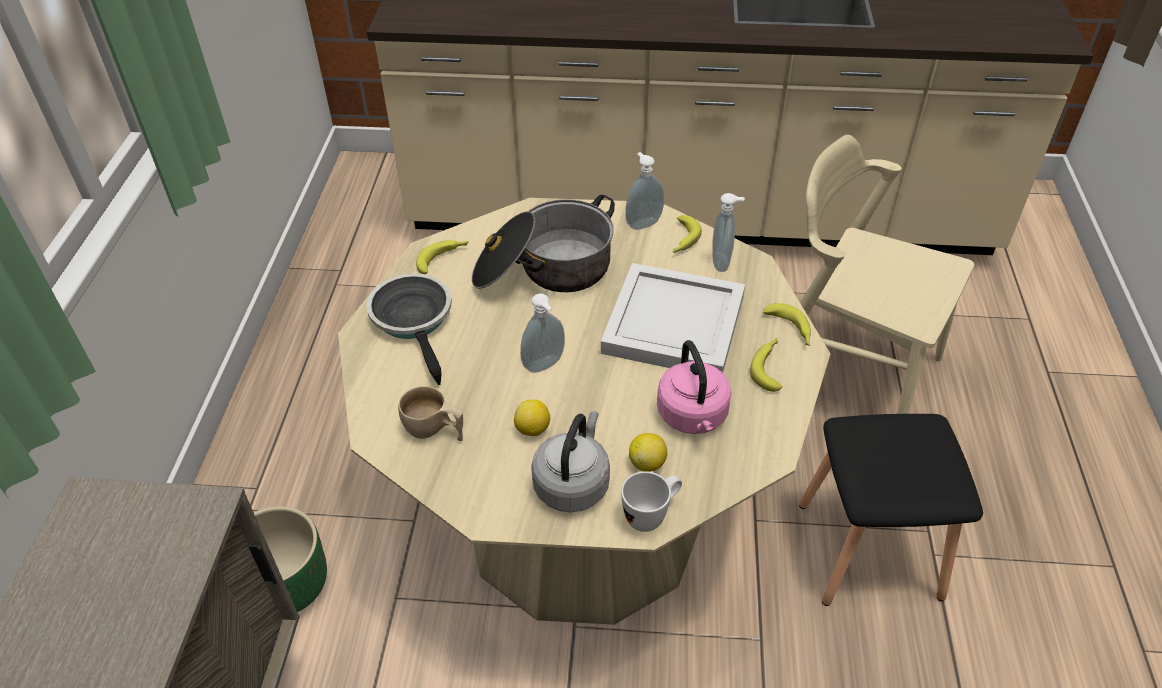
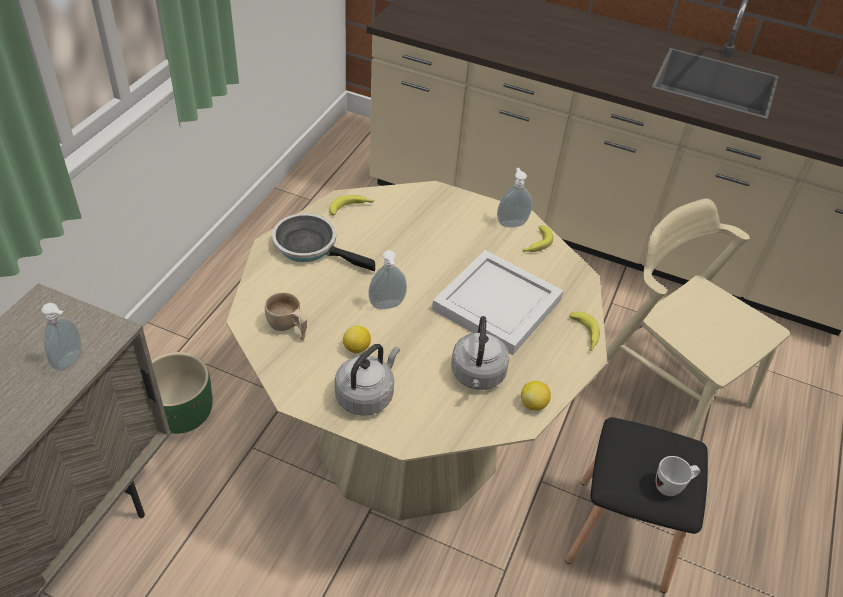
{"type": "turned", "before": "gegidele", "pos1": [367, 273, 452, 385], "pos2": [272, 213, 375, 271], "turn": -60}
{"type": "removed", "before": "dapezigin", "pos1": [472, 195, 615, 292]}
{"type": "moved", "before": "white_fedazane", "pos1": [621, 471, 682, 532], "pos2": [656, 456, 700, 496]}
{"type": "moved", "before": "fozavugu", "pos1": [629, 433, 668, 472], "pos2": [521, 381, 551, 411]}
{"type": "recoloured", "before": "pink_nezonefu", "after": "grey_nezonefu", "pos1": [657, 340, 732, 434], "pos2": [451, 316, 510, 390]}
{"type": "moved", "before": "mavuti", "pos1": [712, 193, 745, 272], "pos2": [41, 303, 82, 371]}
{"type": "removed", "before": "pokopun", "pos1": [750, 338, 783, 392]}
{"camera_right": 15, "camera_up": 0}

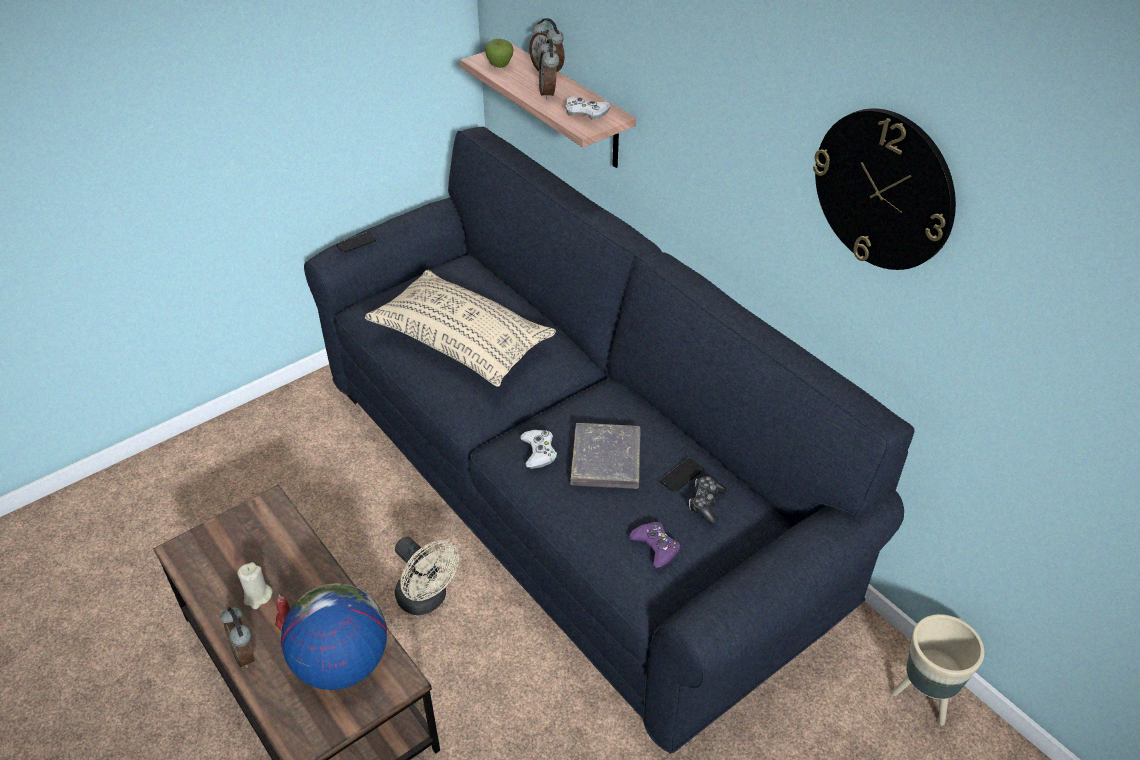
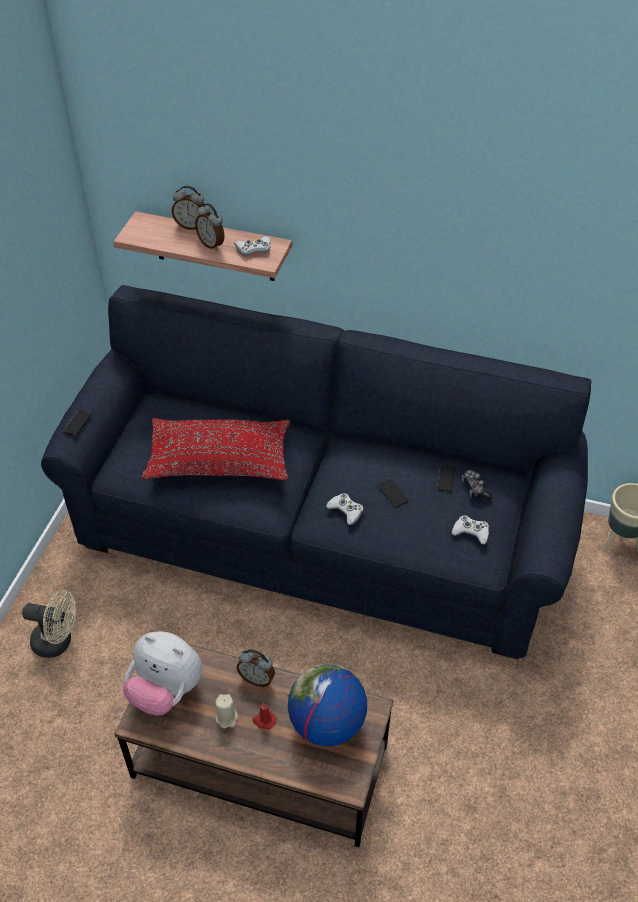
{"type": "moved", "before": "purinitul", "pos1": [221, 607, 254, 668], "pos2": [236, 649, 275, 687]}
{"type": "recoloured", "before": "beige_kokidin", "after": "red_kokidin", "pos1": [365, 270, 556, 387], "pos2": [142, 418, 290, 480]}
{"type": "moved", "before": "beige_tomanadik", "pos1": [395, 537, 459, 615], "pos2": [22, 590, 76, 658]}
{"type": "removed", "before": "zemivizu", "pos1": [485, 39, 513, 68]}
{"type": "replaced", "before": "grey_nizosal", "after": "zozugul", "pos1": [571, 423, 641, 489], "pos2": [378, 479, 409, 507]}
{"type": "recoloured", "before": "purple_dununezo", "after": "white_dununezo", "pos1": [629, 522, 680, 568], "pos2": [452, 515, 489, 544]}
{"type": "removed", "before": "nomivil", "pos1": [813, 108, 956, 270]}
{"type": "added", "after": "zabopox", "pos2": [123, 631, 202, 716]}
{"camera_right": -35, "camera_up": 5}

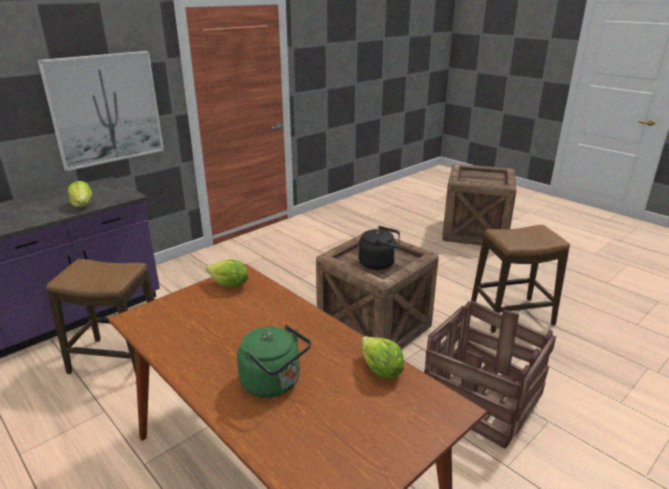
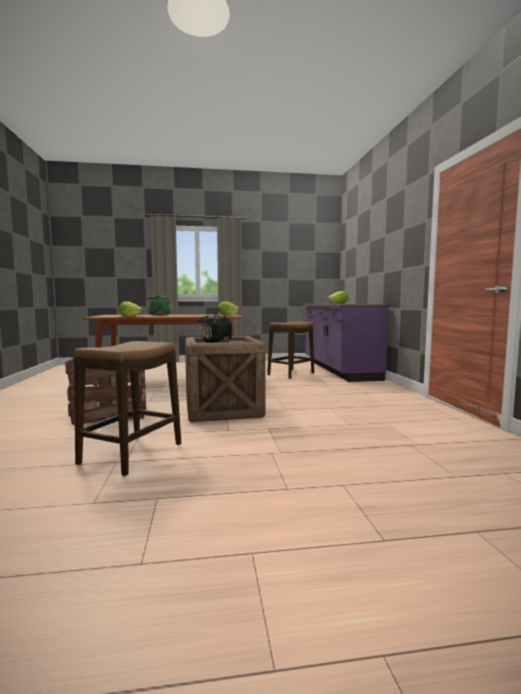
{"type": "removed", "before": "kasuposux", "pos1": [38, 51, 164, 171]}
{"type": "removed", "before": "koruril", "pos1": [442, 164, 517, 245]}
{"camera_right": 125, "camera_up": -20}

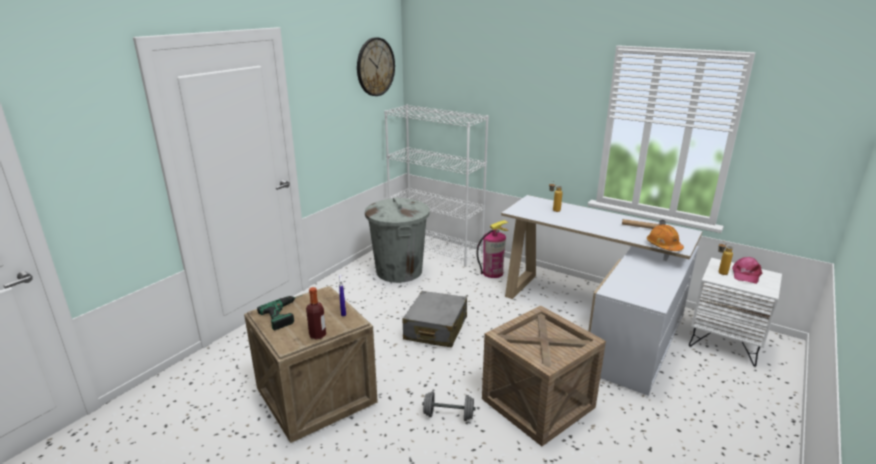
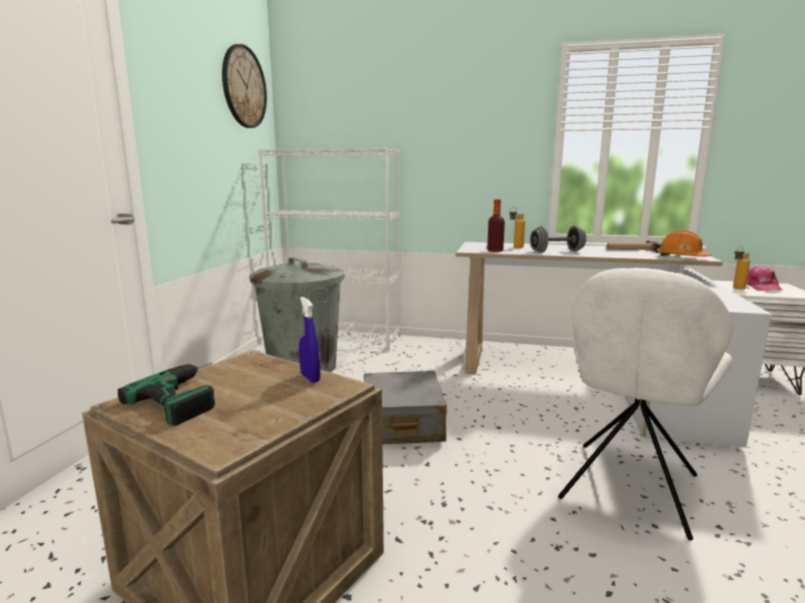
{"type": "moved", "before": "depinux", "pos1": [306, 287, 326, 339], "pos2": [487, 199, 505, 252]}
{"type": "moved", "before": "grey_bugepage", "pos1": [422, 391, 476, 421], "pos2": [530, 226, 586, 253]}
{"type": "removed", "before": "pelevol", "pos1": [477, 220, 509, 278]}
{"type": "replaced", "before": "koruril", "after": "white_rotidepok", "pos1": [482, 306, 606, 446], "pos2": [558, 268, 733, 540]}
{"camera_right": -20, "camera_up": -10}

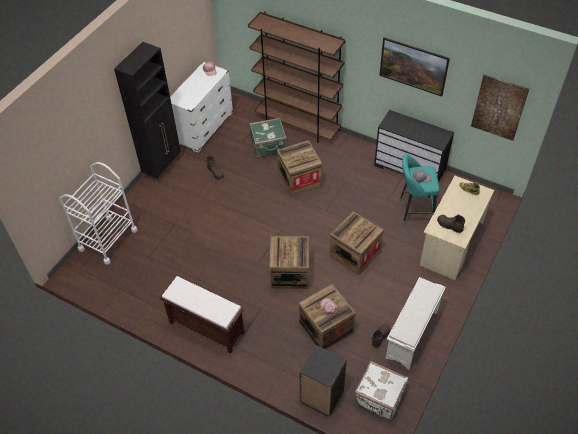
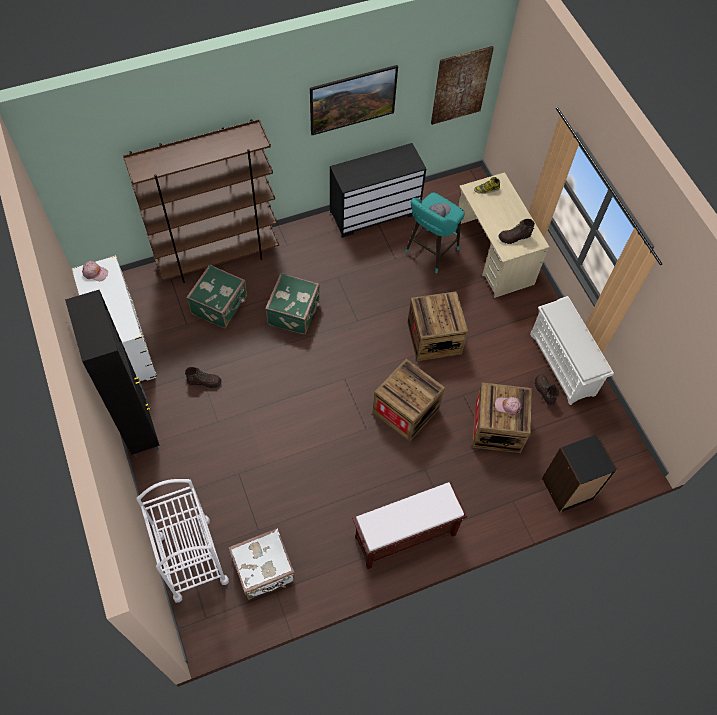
{"type": "replaced", "before": "koruril", "after": "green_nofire", "pos1": [277, 140, 322, 196], "pos2": [265, 273, 320, 334]}
{"type": "moved", "before": "white_nofire", "pos1": [354, 361, 408, 421], "pos2": [229, 528, 295, 600]}
{"camera_right": -55, "camera_up": 10}

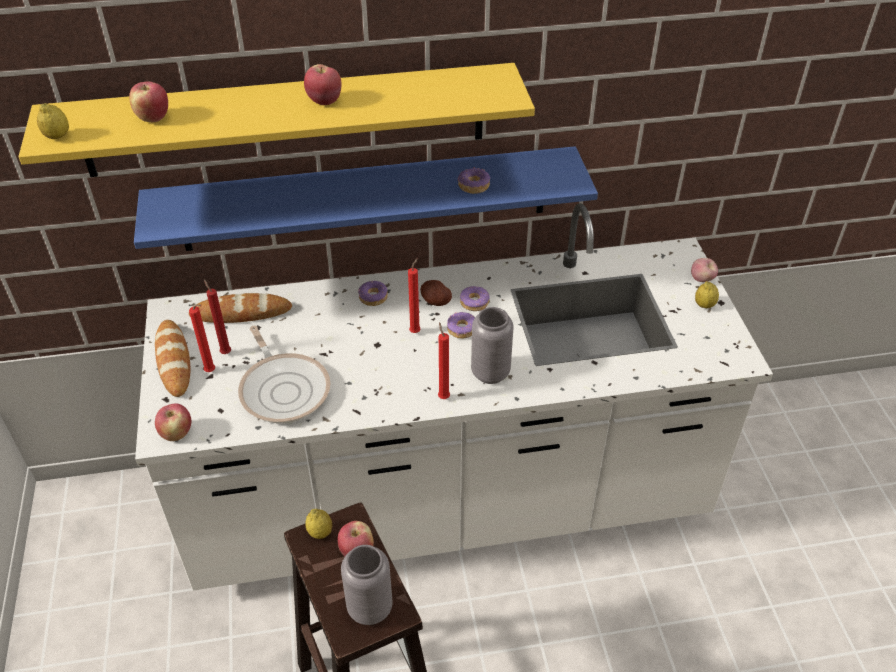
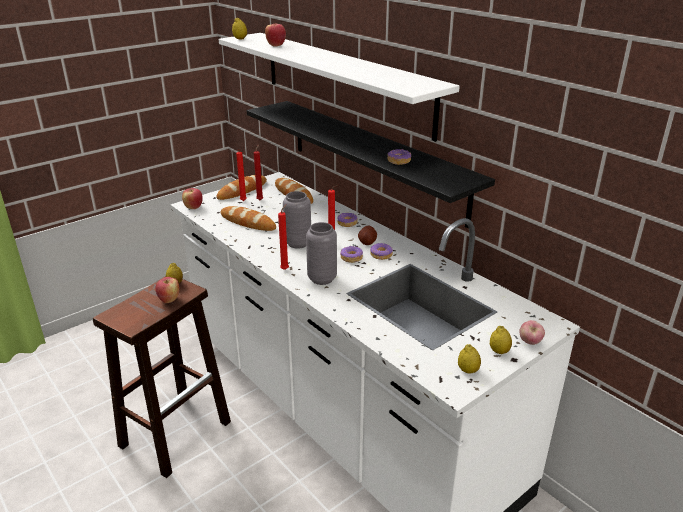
{"type": "recoloured", "before": "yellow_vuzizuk", "after": "white_vuzizuk", "pos1": [19, 63, 535, 177], "pos2": [219, 33, 460, 142]}
{"type": "recoloured", "before": "blue_vuzizuk", "after": "black_vuzizuk", "pos1": [134, 146, 598, 251], "pos2": [247, 101, 495, 229]}
{"type": "replaced", "before": "gegidele", "after": "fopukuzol", "pos1": [238, 326, 331, 423], "pos2": [221, 206, 276, 231]}
{"type": "removed", "before": "zemivizu", "pos1": [304, 64, 342, 105]}
{"type": "moved", "before": "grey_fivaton", "pos1": [341, 545, 393, 625], "pos2": [283, 191, 311, 249]}
{"type": "added", "after": "fozavugu", "pos2": [458, 344, 481, 374]}
{"camera_right": 60, "camera_up": -15}

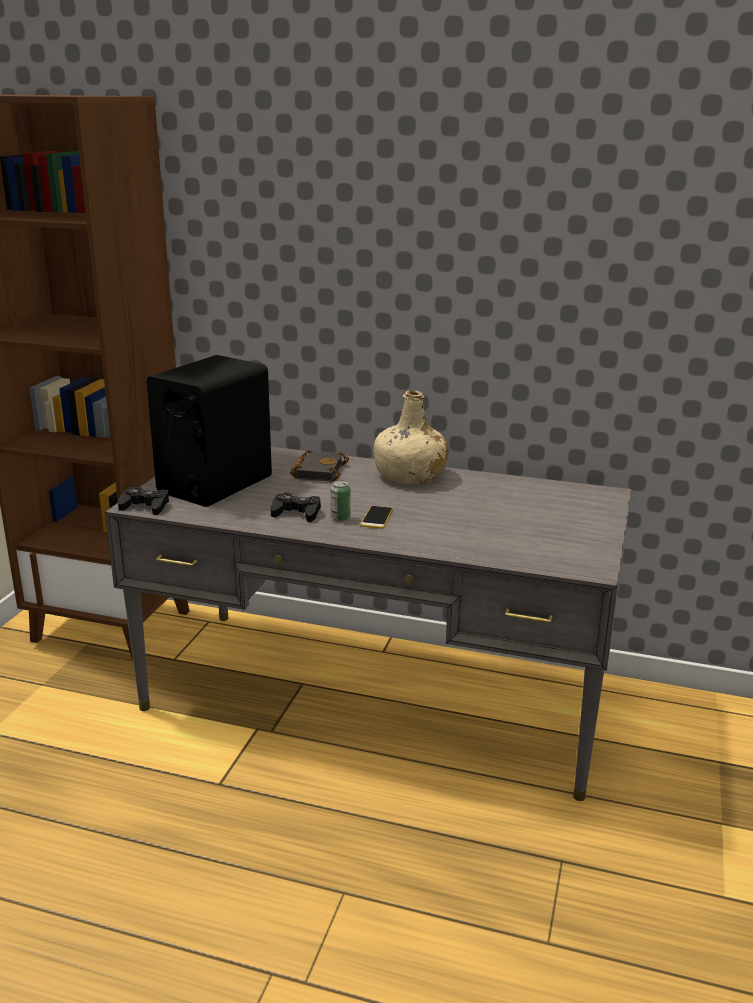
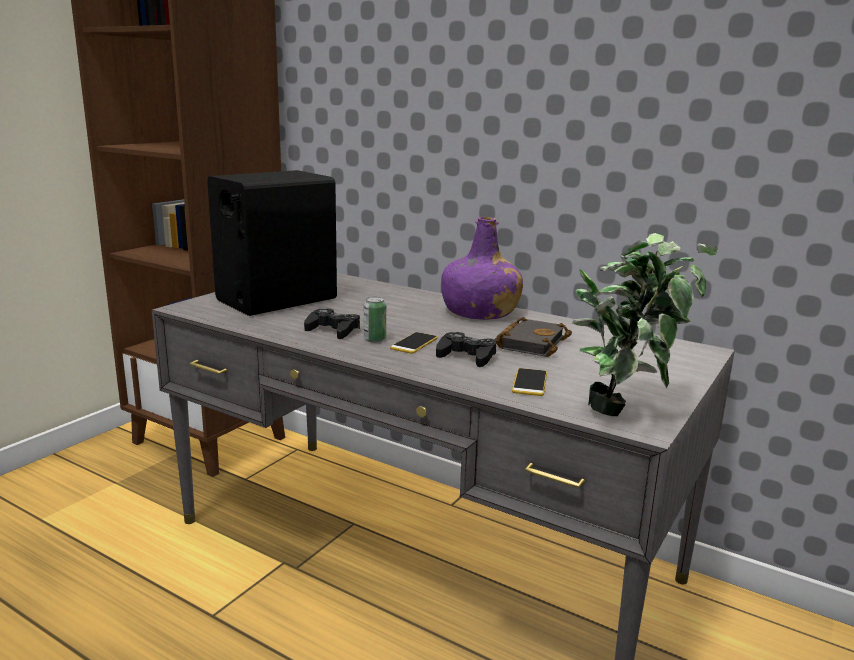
{"type": "moved", "before": "black_dununezo", "pos1": [118, 486, 169, 515], "pos2": [436, 332, 496, 367]}
{"type": "moved", "before": "black_nizosal", "pos1": [290, 450, 349, 481], "pos2": [495, 317, 572, 357]}
{"type": "recoloured", "before": "beige_depinux", "after": "purple_depinux", "pos1": [374, 391, 449, 484], "pos2": [441, 217, 523, 320]}
{"type": "added", "after": "zozugul", "pos2": [512, 368, 547, 396]}
{"type": "added", "after": "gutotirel", "pos2": [572, 233, 718, 416]}
{"camera_right": 15, "camera_up": -5}

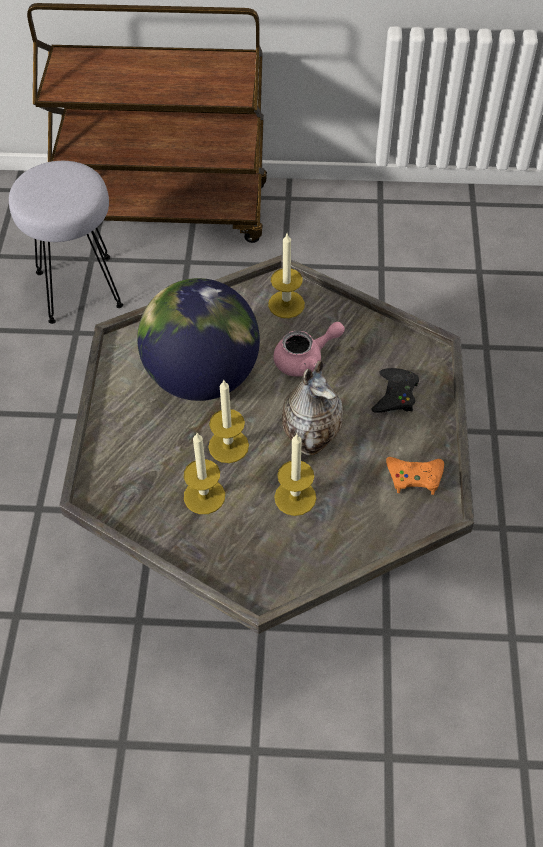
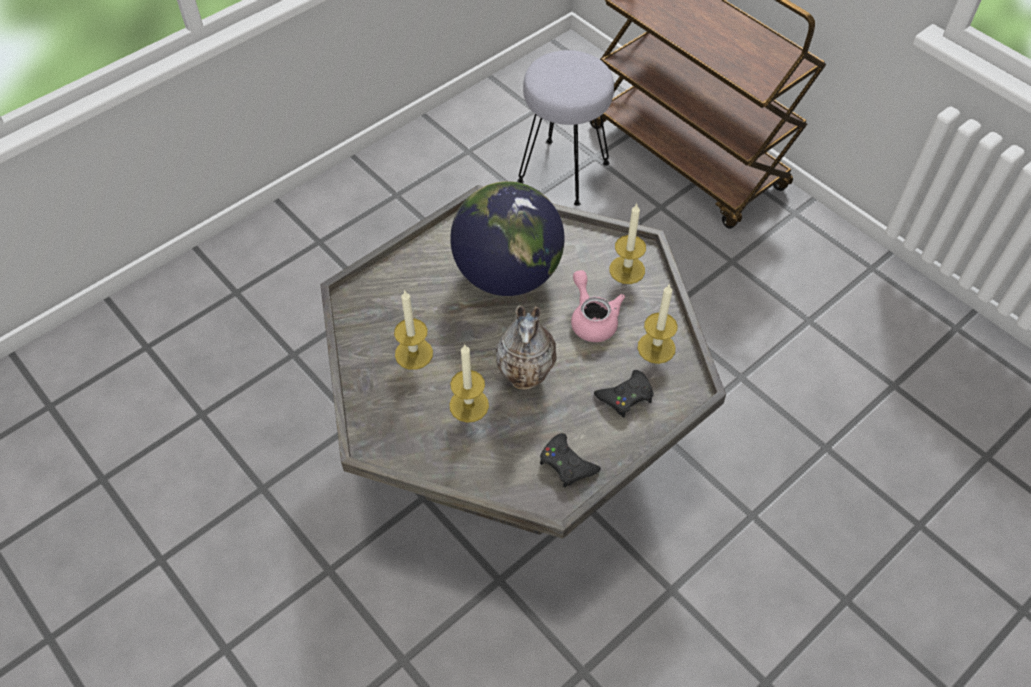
{"type": "moved", "before": "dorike", "pos1": [208, 379, 249, 463], "pos2": [637, 285, 678, 364]}
{"type": "turned", "before": "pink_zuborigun", "pos1": [273, 322, 345, 377], "pos2": [571, 270, 625, 342], "turn": -135}
{"type": "recoloured", "before": "orange_dununezo", "after": "black_dununezo", "pos1": [386, 457, 444, 495], "pos2": [540, 433, 601, 488]}
{"camera_right": 45, "camera_up": 0}

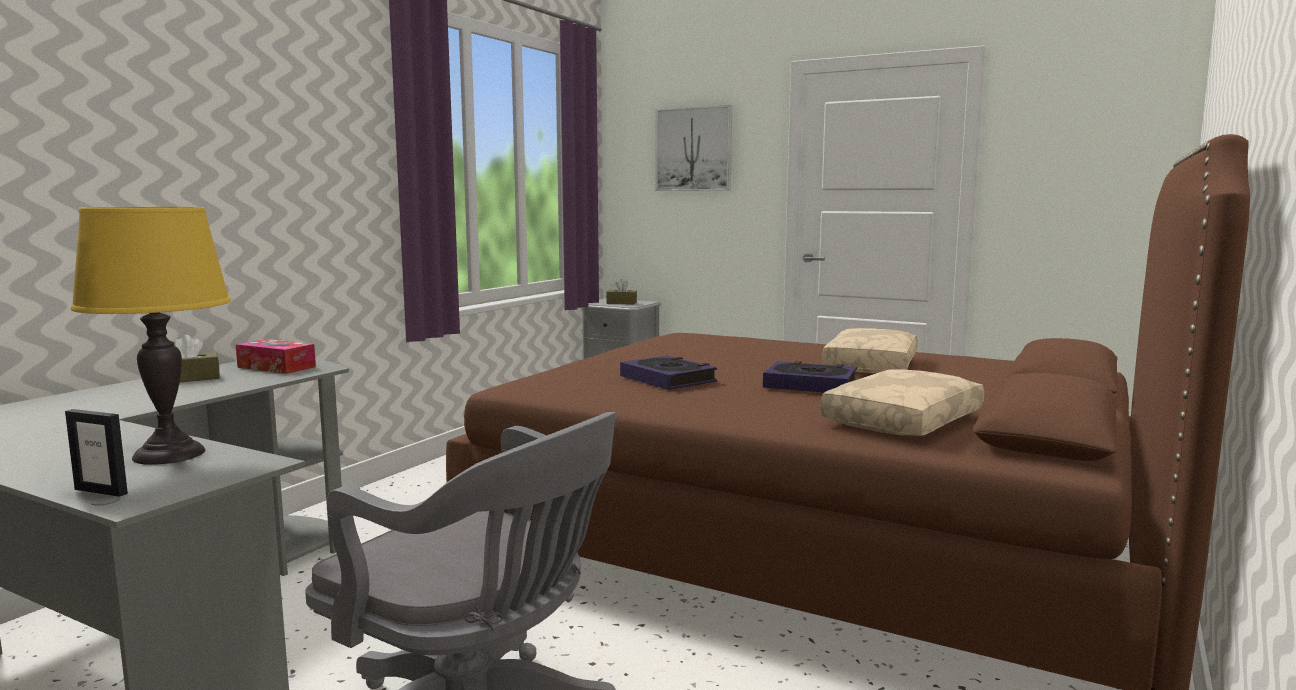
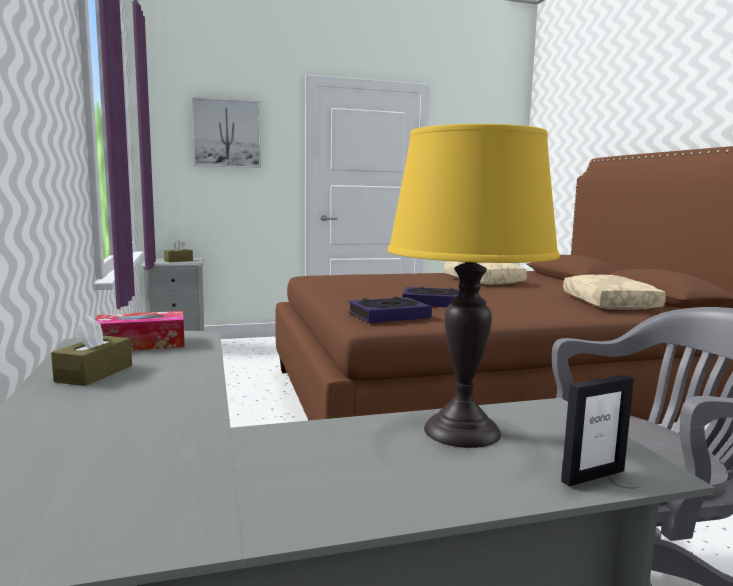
{"type": "moved", "before": "nizosal", "pos1": [763, 361, 857, 393], "pos2": [348, 296, 432, 323]}
{"camera_right": -45, "camera_up": 0}

